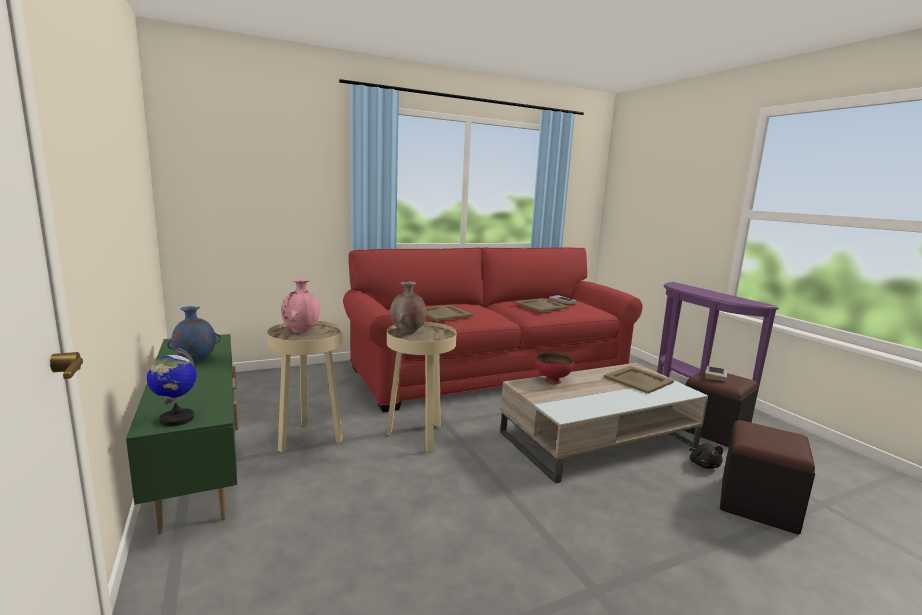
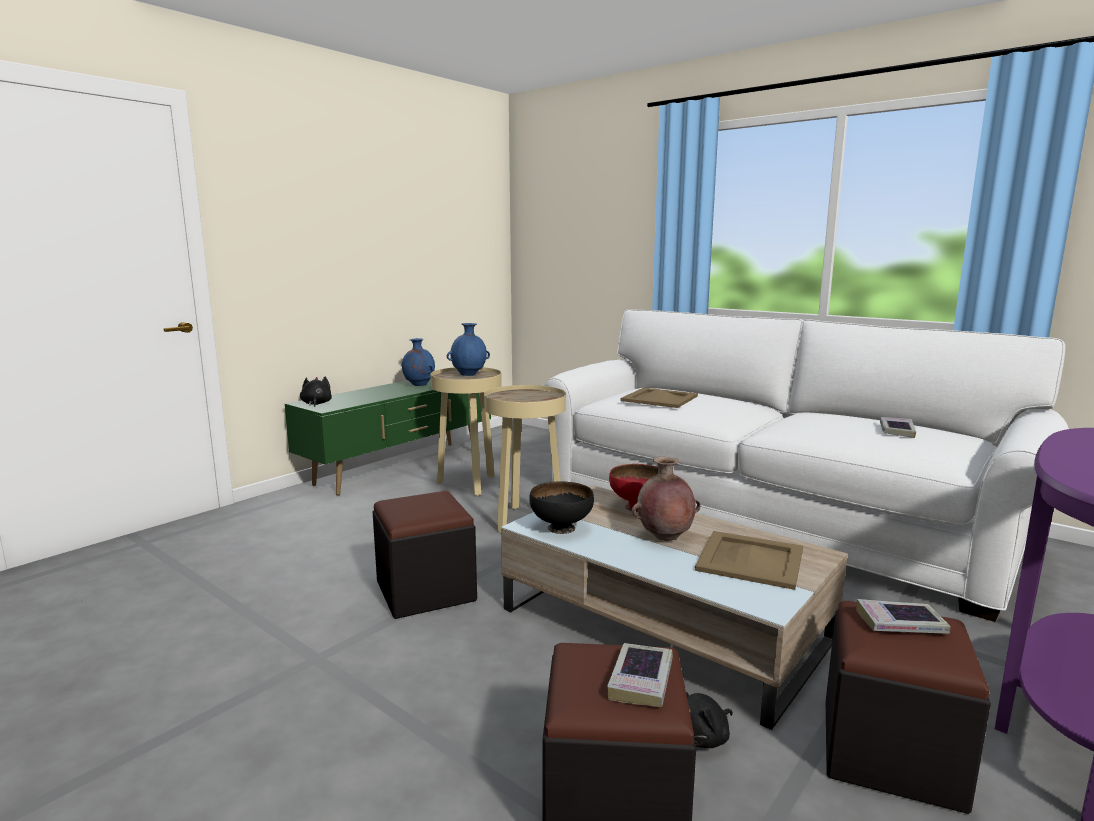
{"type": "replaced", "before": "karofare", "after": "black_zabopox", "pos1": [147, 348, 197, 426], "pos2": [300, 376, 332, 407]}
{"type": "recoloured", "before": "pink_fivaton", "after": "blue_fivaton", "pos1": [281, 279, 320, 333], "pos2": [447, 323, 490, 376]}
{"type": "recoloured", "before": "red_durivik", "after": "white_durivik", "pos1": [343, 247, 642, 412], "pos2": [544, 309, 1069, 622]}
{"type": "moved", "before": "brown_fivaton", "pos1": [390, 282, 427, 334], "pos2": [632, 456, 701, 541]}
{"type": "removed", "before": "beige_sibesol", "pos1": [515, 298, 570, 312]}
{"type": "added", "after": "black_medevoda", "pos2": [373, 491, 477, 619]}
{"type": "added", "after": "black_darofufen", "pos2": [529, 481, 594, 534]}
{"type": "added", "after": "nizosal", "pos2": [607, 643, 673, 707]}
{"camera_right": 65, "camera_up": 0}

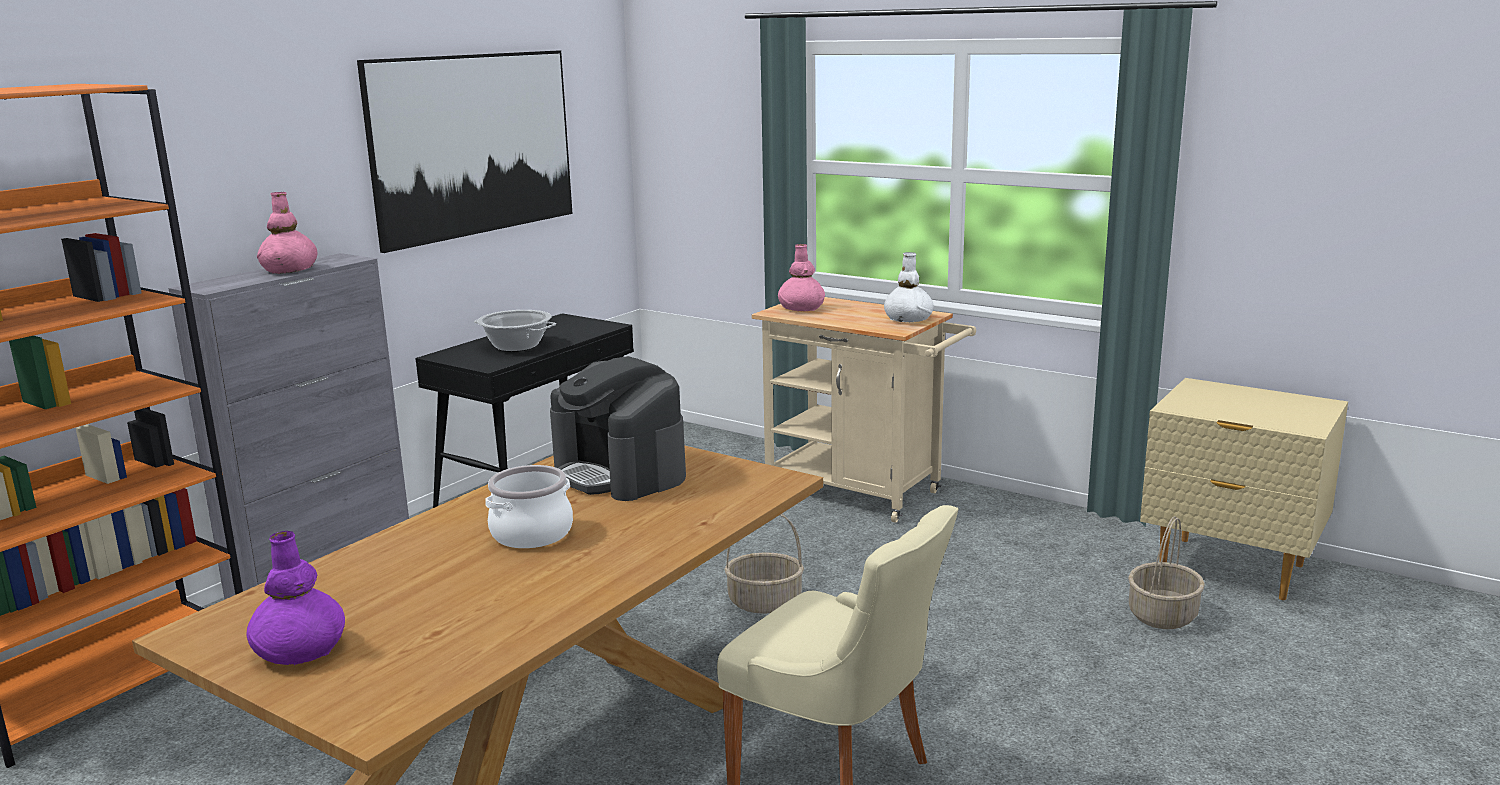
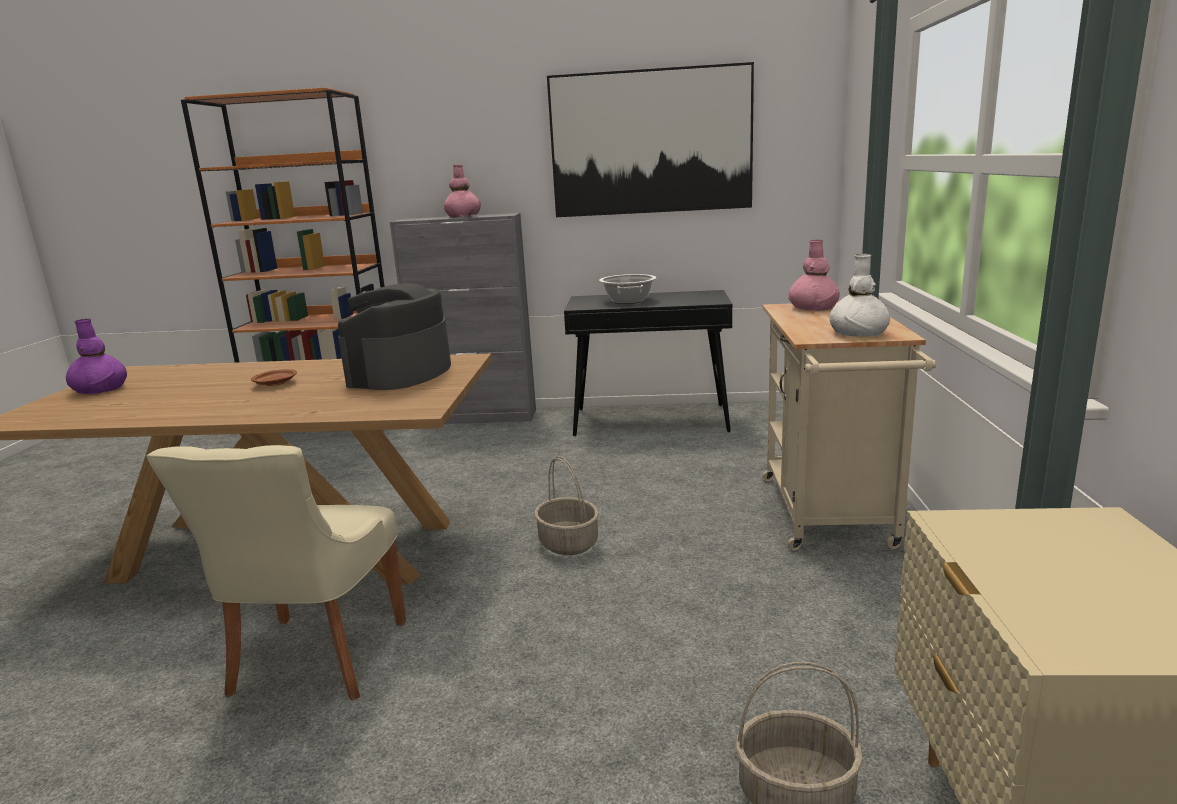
{"type": "replaced", "before": "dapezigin", "after": "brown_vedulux", "pos1": [485, 465, 573, 548], "pos2": [251, 369, 297, 386]}
{"camera_right": 60, "camera_up": 0}

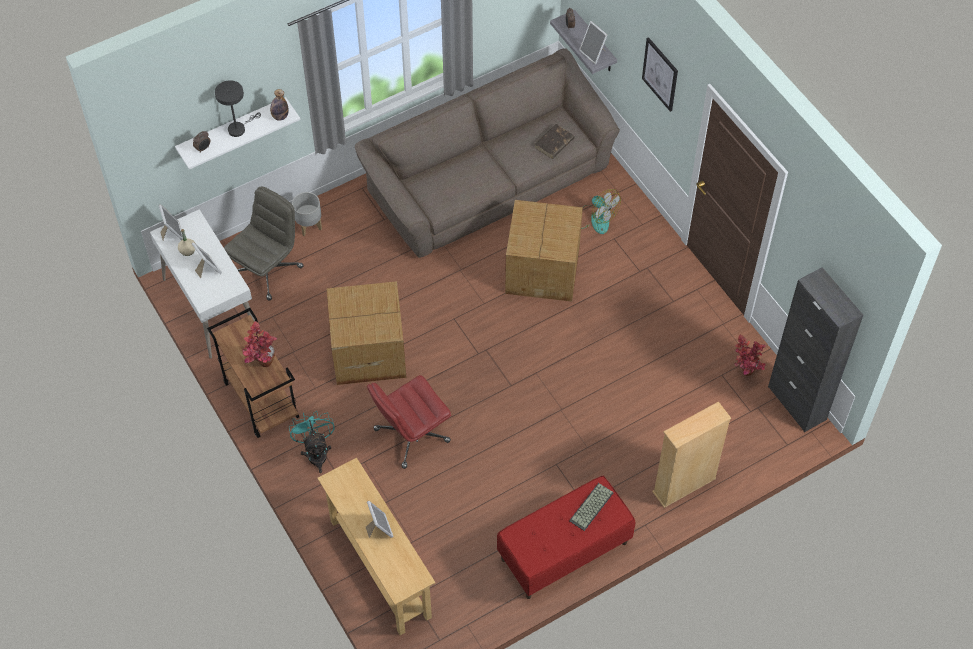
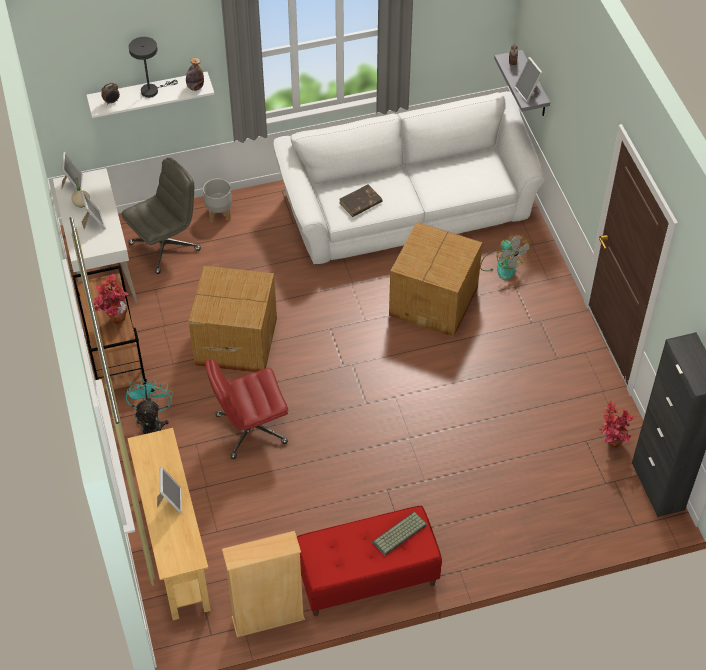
{"type": "recoloured", "before": "brown_durivik", "after": "white_durivik", "pos1": [355, 48, 620, 258], "pos2": [273, 91, 545, 265]}
{"type": "moved", "before": "brown_nizosal", "pos1": [534, 124, 575, 159], "pos2": [339, 184, 383, 217]}
{"type": "removed", "before": "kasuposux", "pos1": [642, 37, 678, 112]}
{"type": "moved", "before": "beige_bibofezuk", "pos1": [652, 402, 731, 508], "pos2": [222, 531, 305, 637]}
{"camera_right": 15, "camera_up": -5}

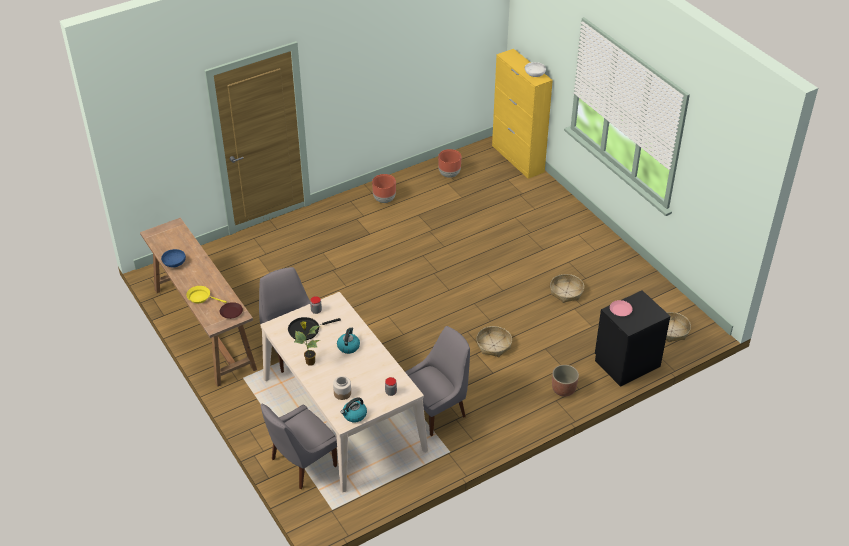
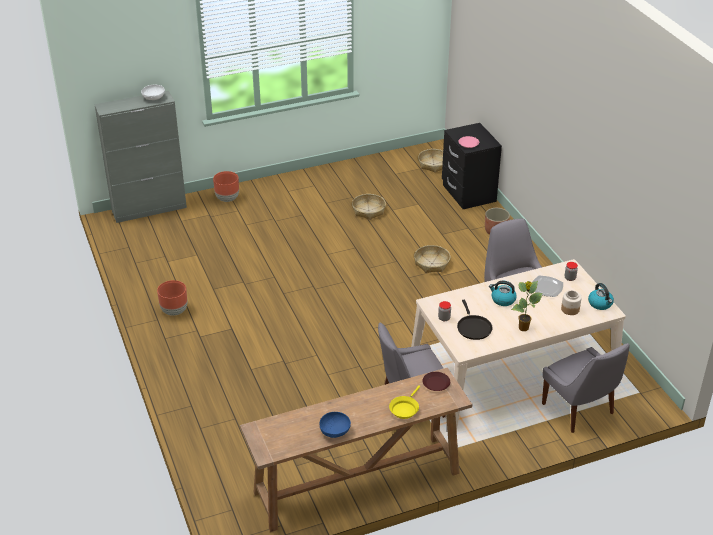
{"type": "moved", "before": "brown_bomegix", "pos1": [438, 149, 461, 178], "pos2": [213, 171, 239, 202]}
{"type": "recoloured", "before": "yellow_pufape", "after": "grey_pufape", "pos1": [492, 49, 553, 179], "pos2": [94, 91, 187, 223]}
{"type": "added", "after": "vedulux", "pos2": [532, 276, 563, 297]}
{"camera_right": -80, "camera_up": -5}

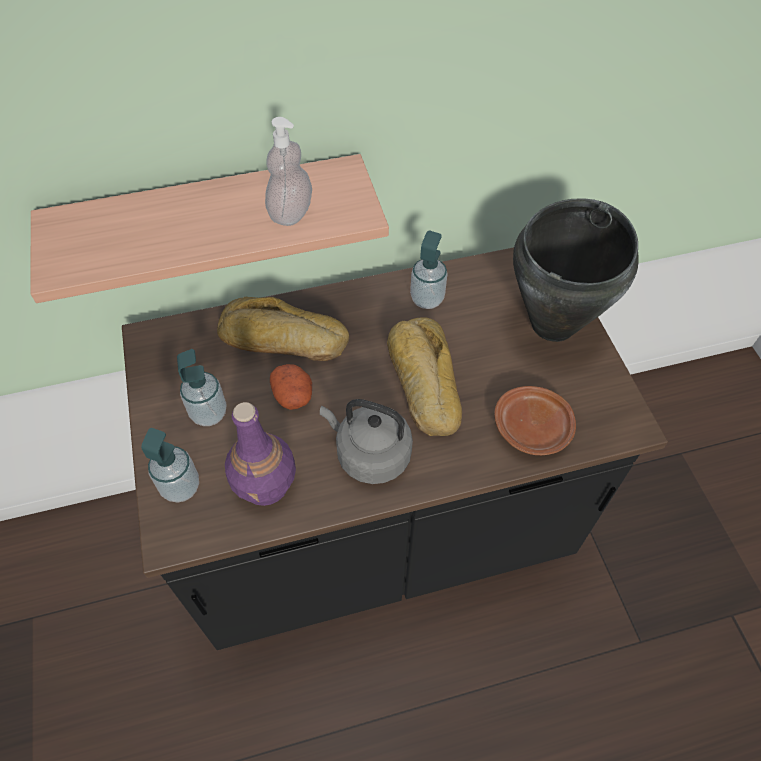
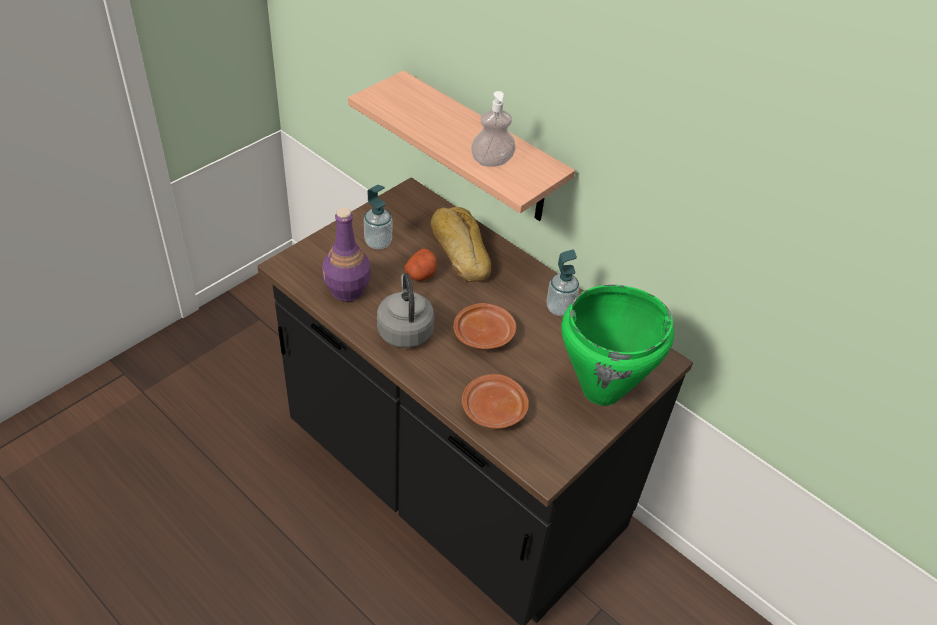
{"type": "removed", "before": "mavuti", "pos1": [141, 428, 199, 503]}
{"type": "replaced", "before": "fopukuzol", "after": "brown_vedulux", "pos1": [387, 318, 462, 436], "pos2": [453, 303, 516, 350]}
{"type": "recoloured", "before": "black_dapezigin", "after": "green_dapezigin", "pos1": [513, 198, 639, 342], "pos2": [561, 285, 674, 406]}
{"camera_right": 55, "camera_up": -10}

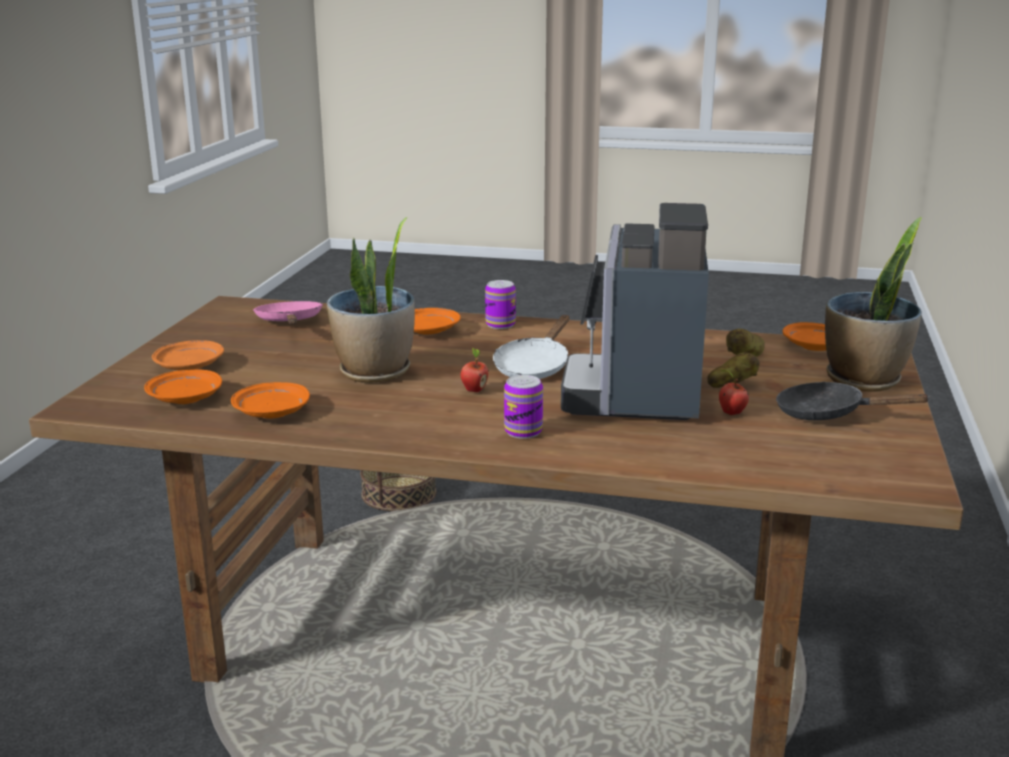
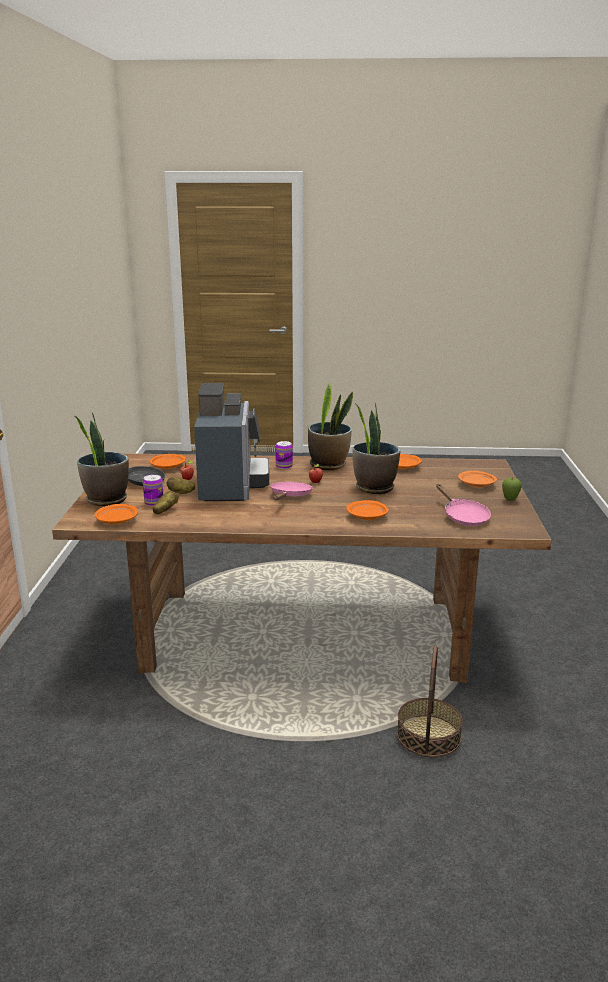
{"type": "moved", "before": "orange_vedulux", "pos1": [144, 370, 222, 404], "pos2": [150, 454, 186, 469]}
{"type": "moved", "before": "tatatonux", "pos1": [485, 280, 516, 329], "pos2": [143, 475, 163, 506]}
{"type": "recoloured", "before": "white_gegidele", "after": "pink_gegidele", "pos1": [493, 315, 570, 379], "pos2": [270, 482, 312, 500]}
{"type": "added", "after": "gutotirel", "pos2": [308, 382, 353, 470]}
{"type": "added", "after": "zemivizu", "pos2": [502, 477, 522, 501]}
{"camera_right": 170, "camera_up": 0}

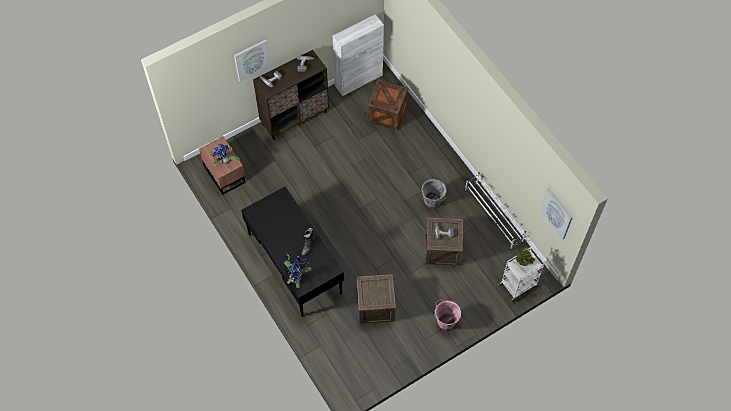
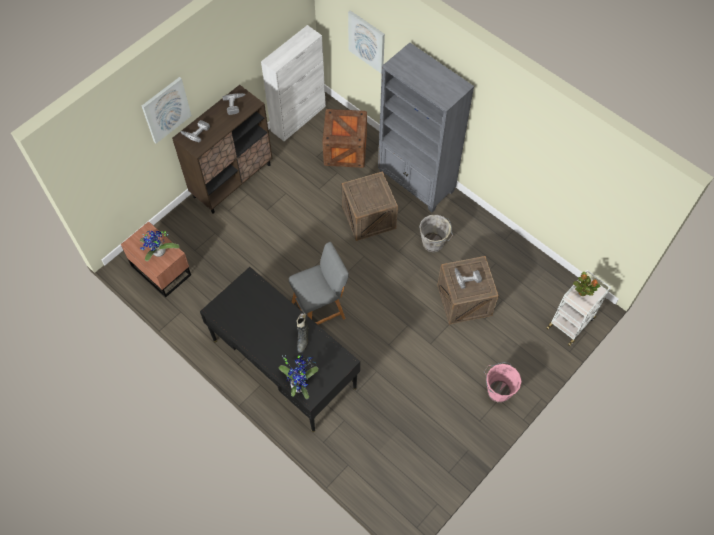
{"type": "moved", "before": "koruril", "pos1": [356, 274, 396, 324], "pos2": [342, 171, 398, 241]}
{"type": "removed", "before": "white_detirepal", "pos1": [465, 172, 526, 250]}
{"type": "moved", "before": "kasuposux", "pos1": [540, 188, 573, 239], "pos2": [348, 11, 385, 73]}
{"type": "added", "after": "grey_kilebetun", "pos2": [289, 242, 349, 325]}
{"type": "added", "after": "grey_bibofezuk", "pos2": [378, 43, 474, 212]}
{"camera_right": -15, "camera_up": 0}

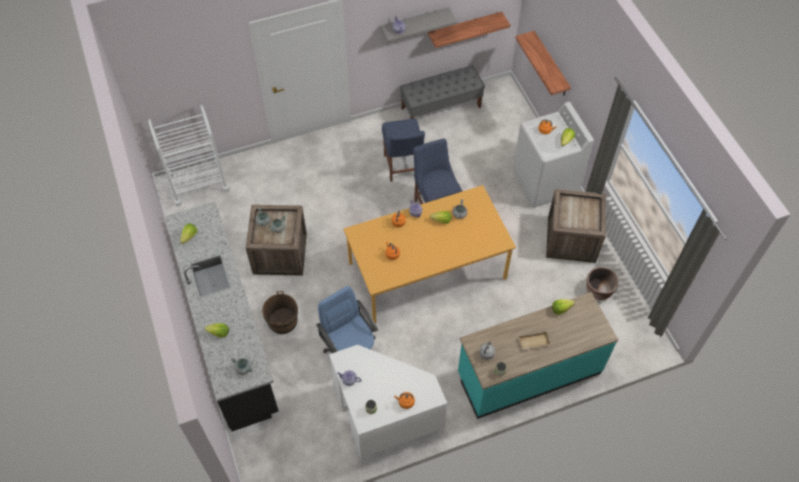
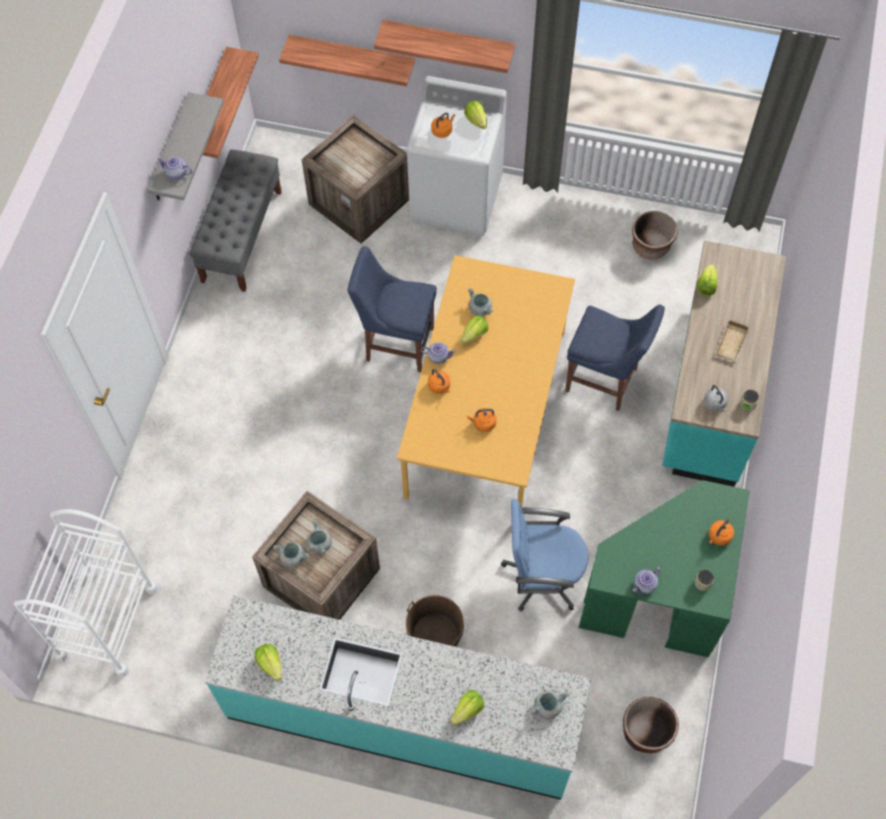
{"type": "recoloured", "before": "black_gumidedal", "after": "turquoise_gumidedal", "pos1": [164, 202, 279, 431], "pos2": [205, 595, 591, 800]}
{"type": "recoloured", "before": "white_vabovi", "after": "green_vabovi", "pos1": [329, 345, 447, 462], "pos2": [579, 480, 750, 658]}
{"type": "moved", "before": "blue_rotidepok", "pos1": [382, 118, 425, 182], "pos2": [565, 304, 665, 411]}
{"type": "moved", "before": "koruril", "pos1": [546, 189, 606, 263], "pos2": [301, 115, 409, 244]}
{"type": "added", "after": "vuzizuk", "pos2": [374, 20, 515, 73]}
{"type": "added", "after": "brown_bomegix", "pos2": [623, 697, 679, 754]}
{"camera_right": -55, "camera_up": 5}

